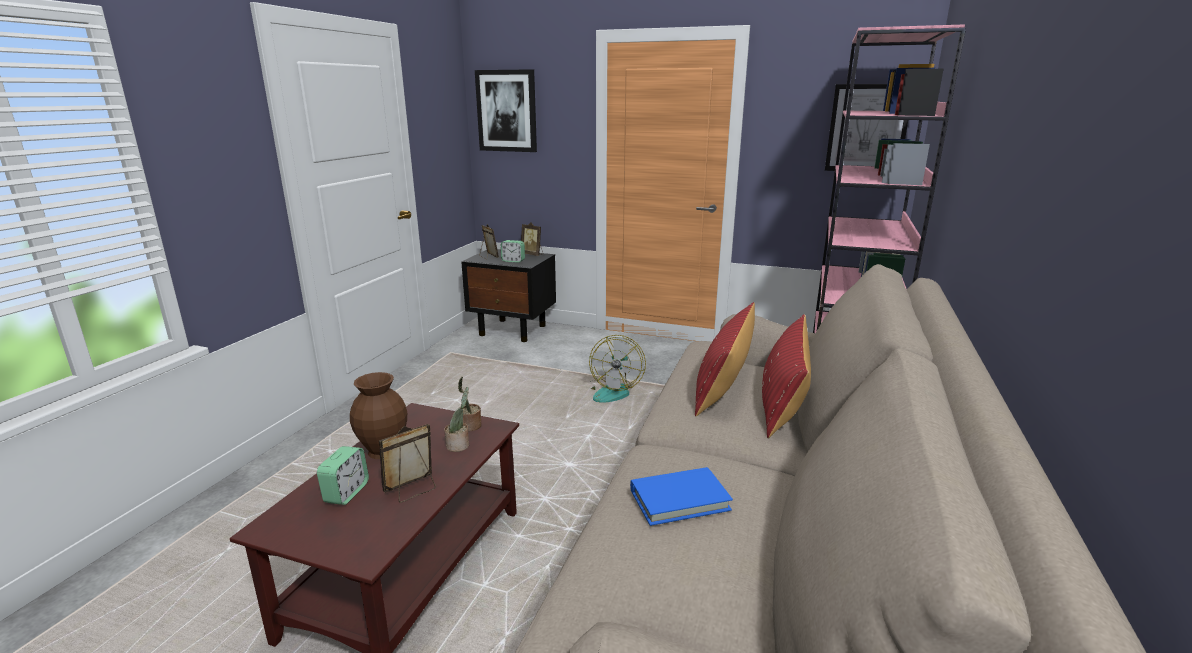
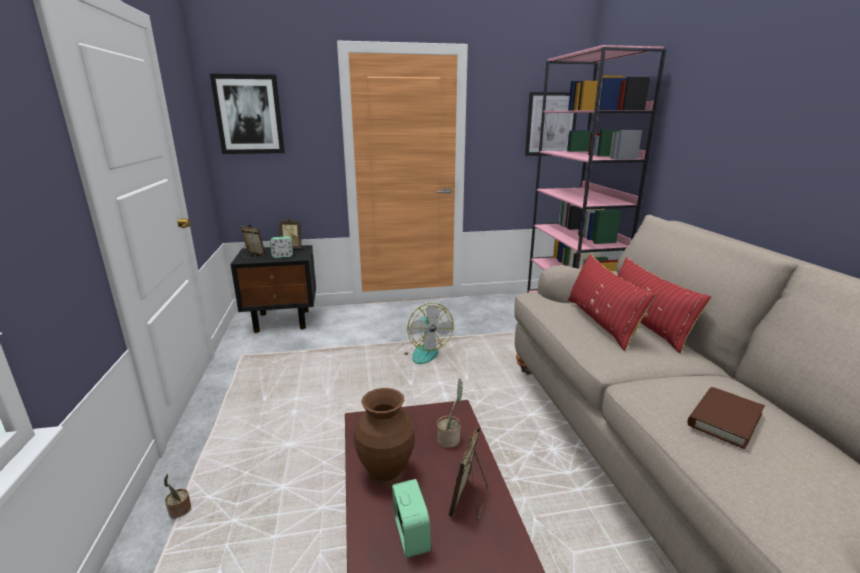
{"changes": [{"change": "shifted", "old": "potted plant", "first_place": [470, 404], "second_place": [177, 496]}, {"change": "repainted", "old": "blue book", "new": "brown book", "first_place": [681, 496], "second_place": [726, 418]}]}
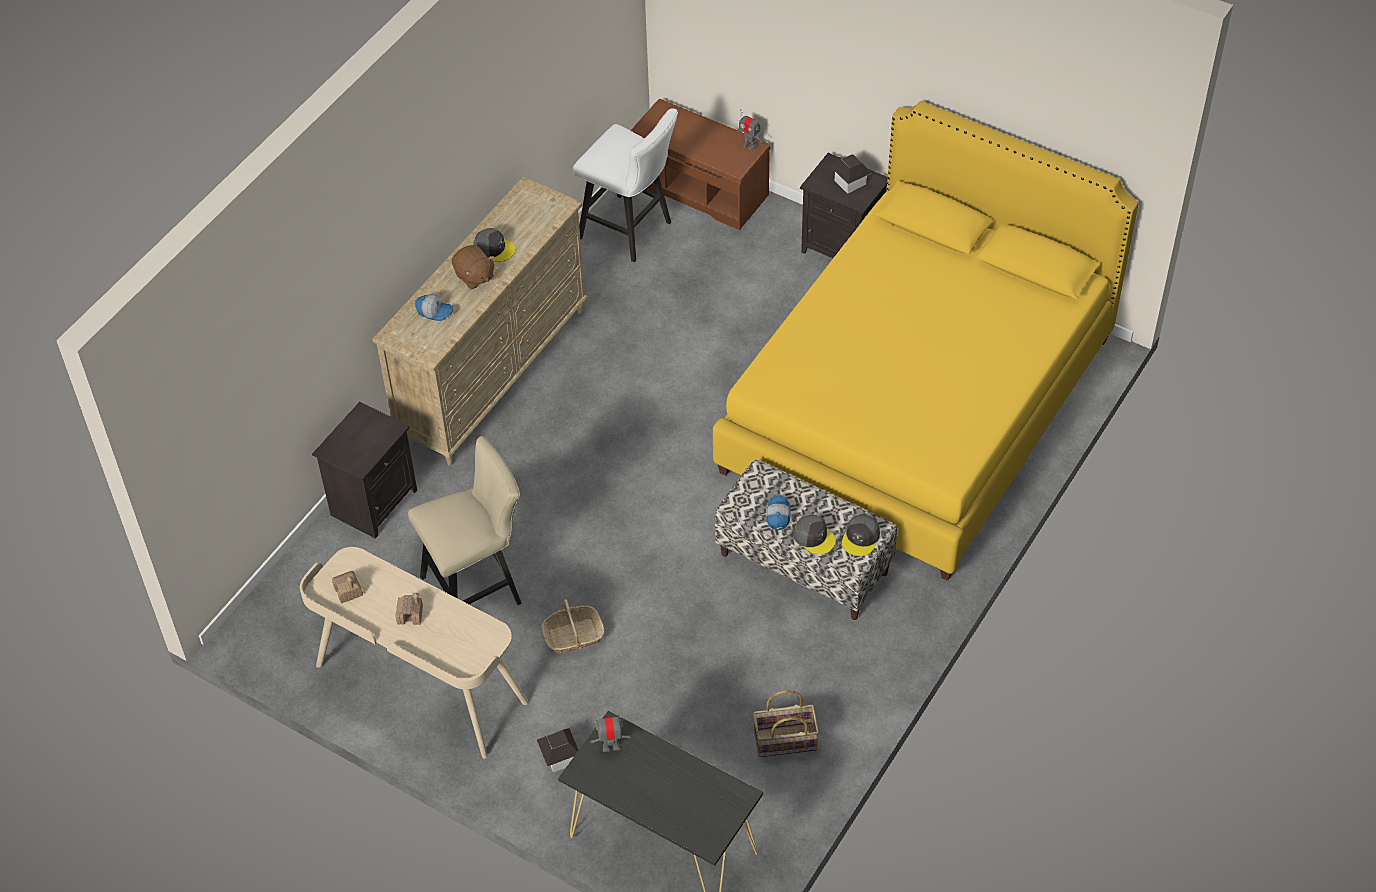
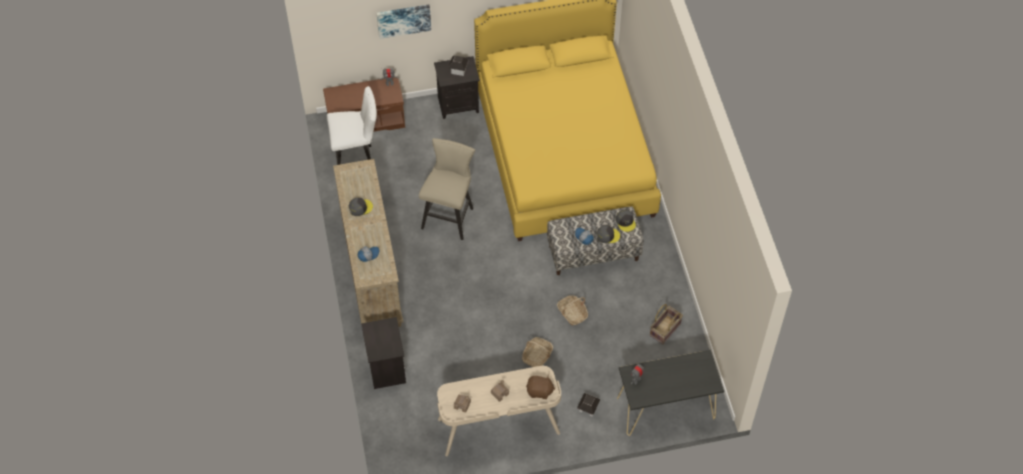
{"changes": [{"change": "shifted", "old": "brown plush toy", "first_place": [473, 267], "second_place": [540, 387]}, {"change": "shifted", "old": "beige stool", "first_place": [465, 520], "second_place": [447, 189]}, {"change": "new", "new": "picture", "second_place": [403, 22]}, {"change": "new", "new": "basket", "second_place": [572, 310]}]}
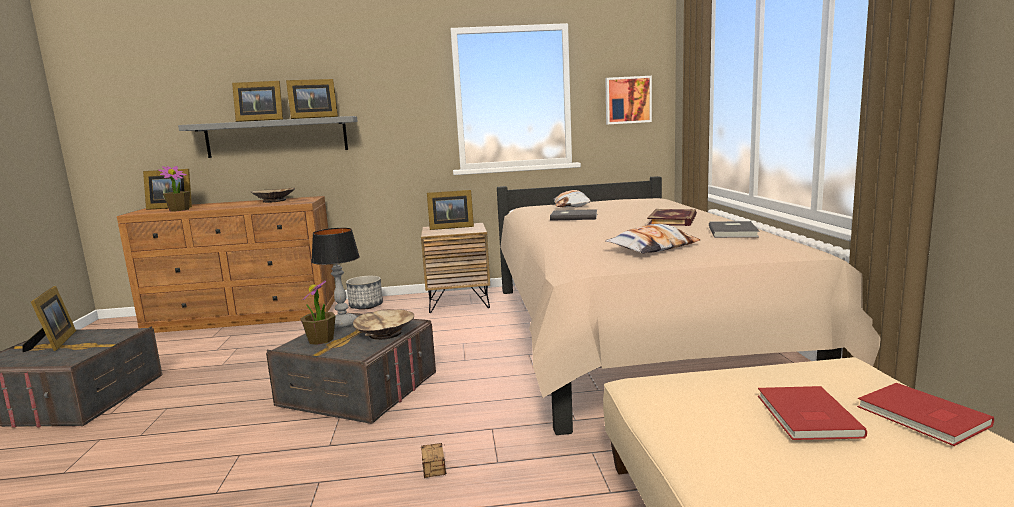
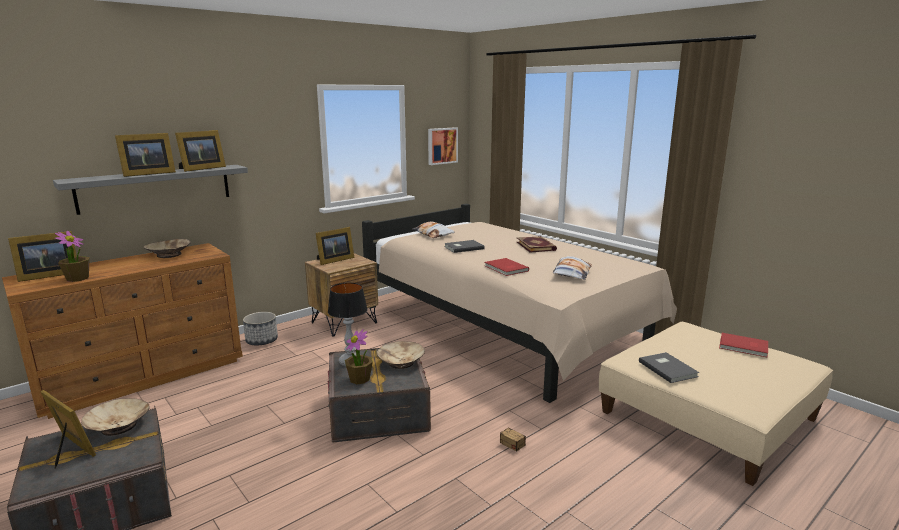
{"changes": [{"change": "shifted", "old": "grey book", "first_place": [734, 229], "second_place": [669, 367]}, {"change": "shifted", "old": "red book", "first_place": [812, 413], "second_place": [506, 267]}, {"change": "new", "new": "beige bowl", "second_place": [115, 417]}]}
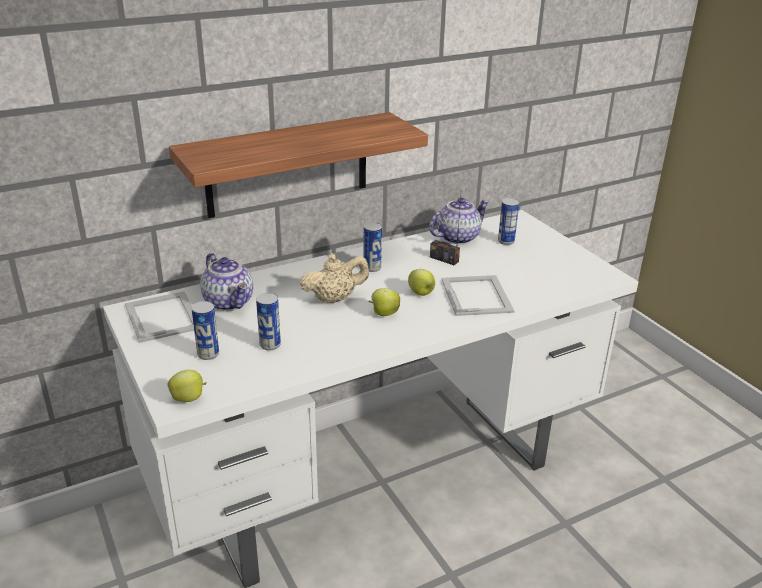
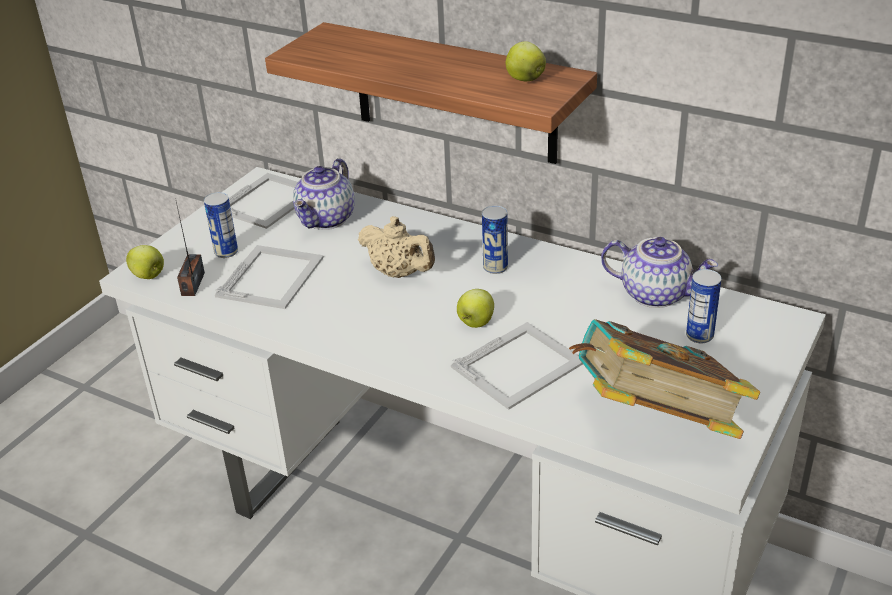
{"changes": [{"change": "shifted", "old": "radio", "first_place": [445, 231], "second_place": [190, 247]}, {"change": "shifted", "old": "apple", "first_place": [384, 302], "second_place": [526, 61]}, {"change": "swapped", "old": "can", "new": "picture frame", "first_place": [268, 321], "second_place": [269, 277]}, {"change": "new", "new": "book", "second_place": [664, 379]}]}
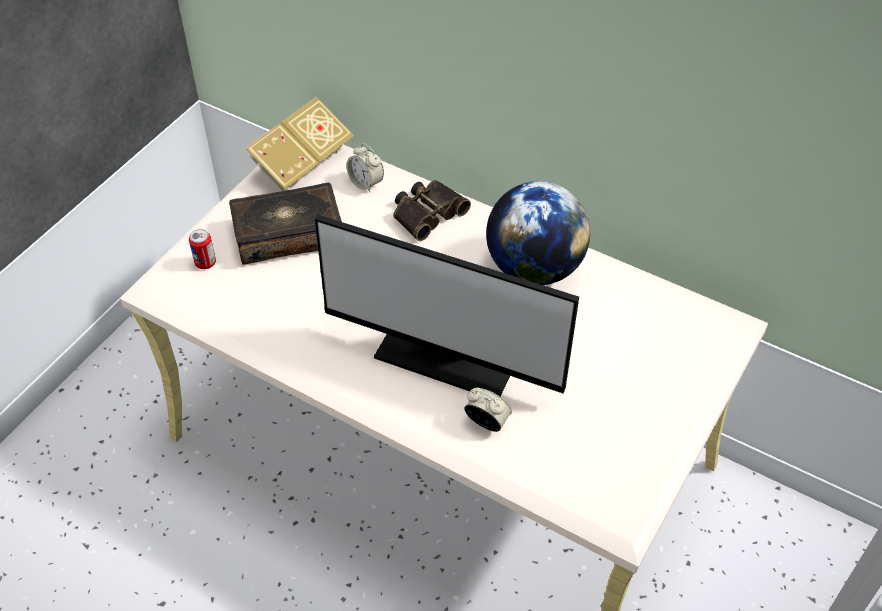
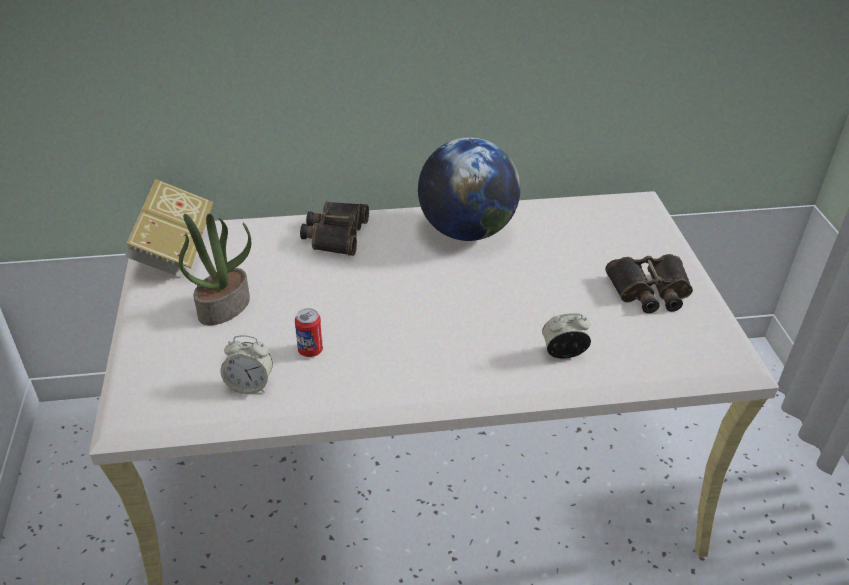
{"changes": [{"change": "shifted", "old": "alarm clock", "first_place": [365, 167], "second_place": [247, 364]}, {"change": "swapped", "old": "book", "new": "potted plant", "first_place": [285, 223], "second_place": [215, 269]}, {"change": "gone", "old": "monitor", "first_place": [447, 305]}, {"change": "shifted", "old": "can", "first_place": [202, 249], "second_place": [309, 332]}, {"change": "new", "new": "binoculars", "second_place": [649, 283]}]}
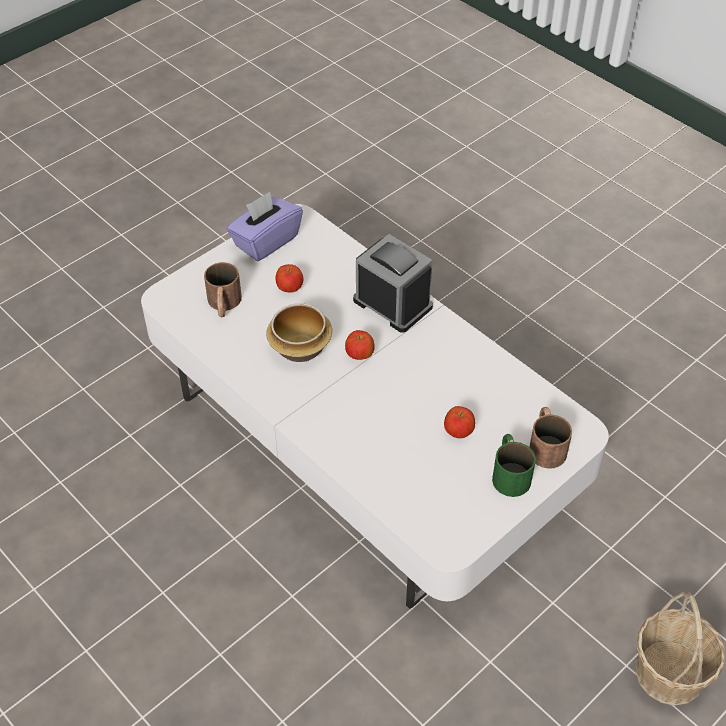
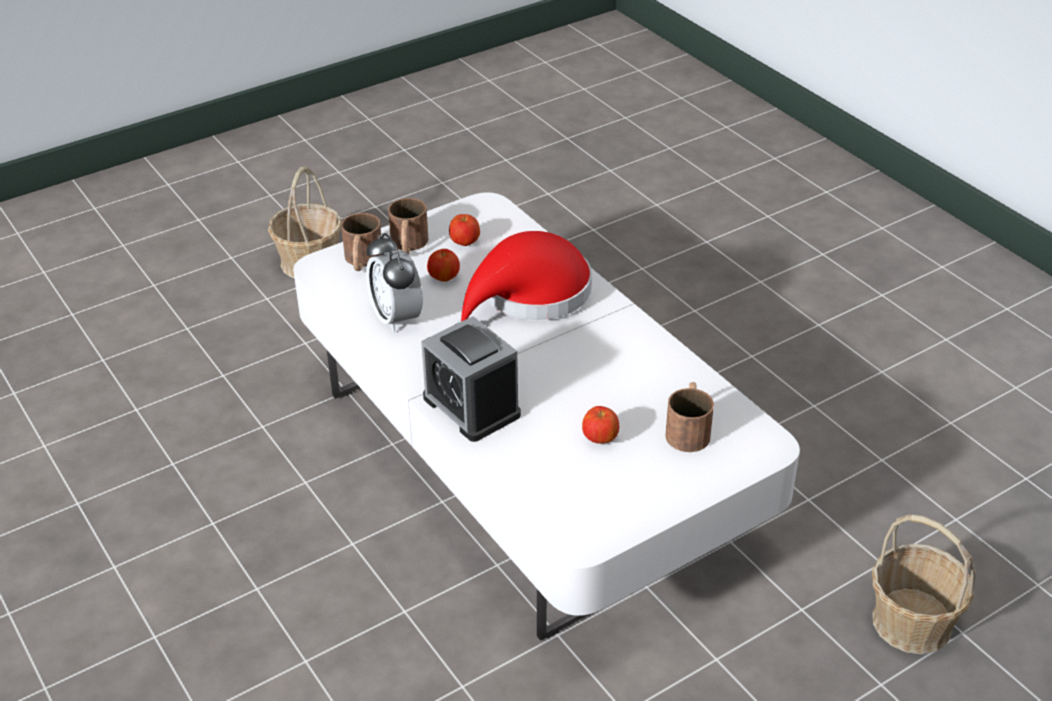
{"changes": [{"change": "gone", "old": "purple tissue box", "first_place": [264, 226]}, {"change": "gone", "old": "bowl", "first_place": [299, 332]}, {"change": "shifted", "old": "apple", "first_place": [360, 345], "second_place": [464, 230]}, {"change": "repainted", "old": "green mug", "new": "brown mug", "first_place": [514, 465], "second_place": [408, 226]}, {"change": "new", "new": "red hat", "second_place": [524, 277]}, {"change": "new", "new": "alarm clock", "second_place": [394, 283]}, {"change": "new", "new": "basket", "second_place": [924, 584]}]}
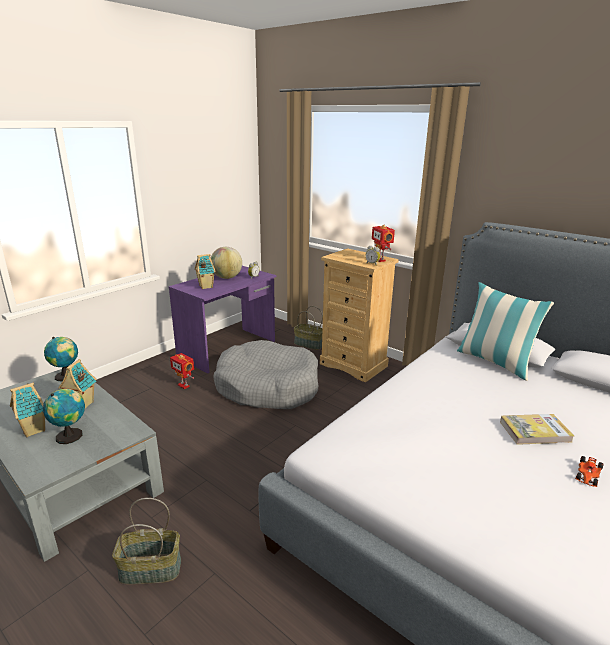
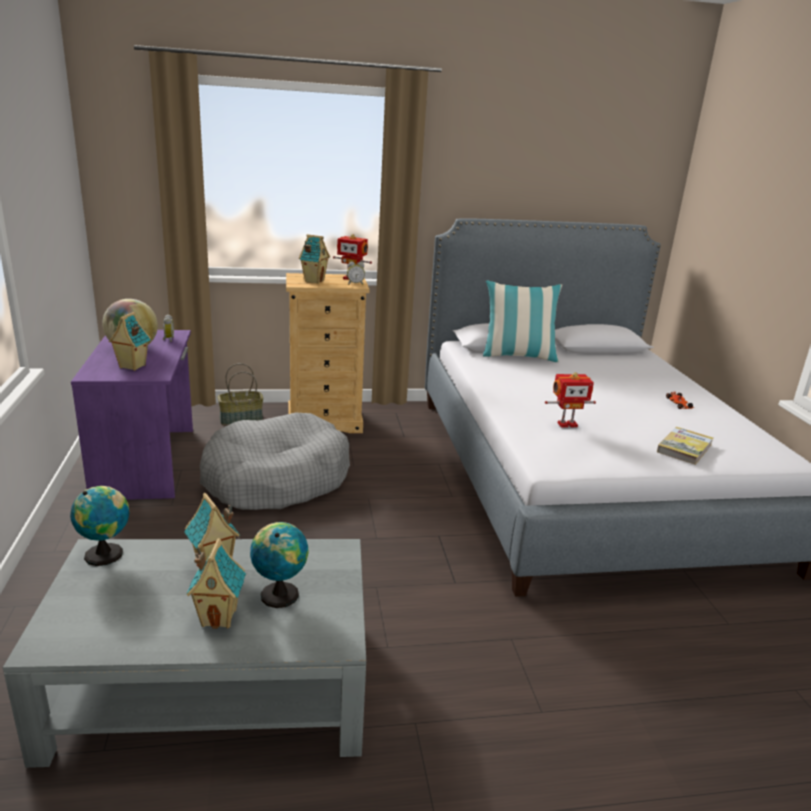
{"changes": [{"change": "shifted", "old": "toy robot", "first_place": [182, 371], "second_place": [570, 400]}, {"change": "shifted", "old": "book", "first_place": [537, 429], "second_place": [685, 446]}, {"change": "gone", "old": "basket", "first_place": [146, 541]}, {"change": "new", "new": "toy house", "second_place": [314, 259]}]}
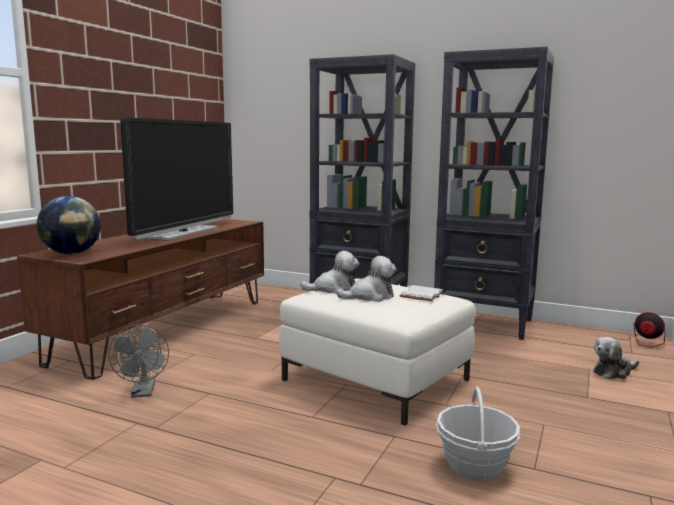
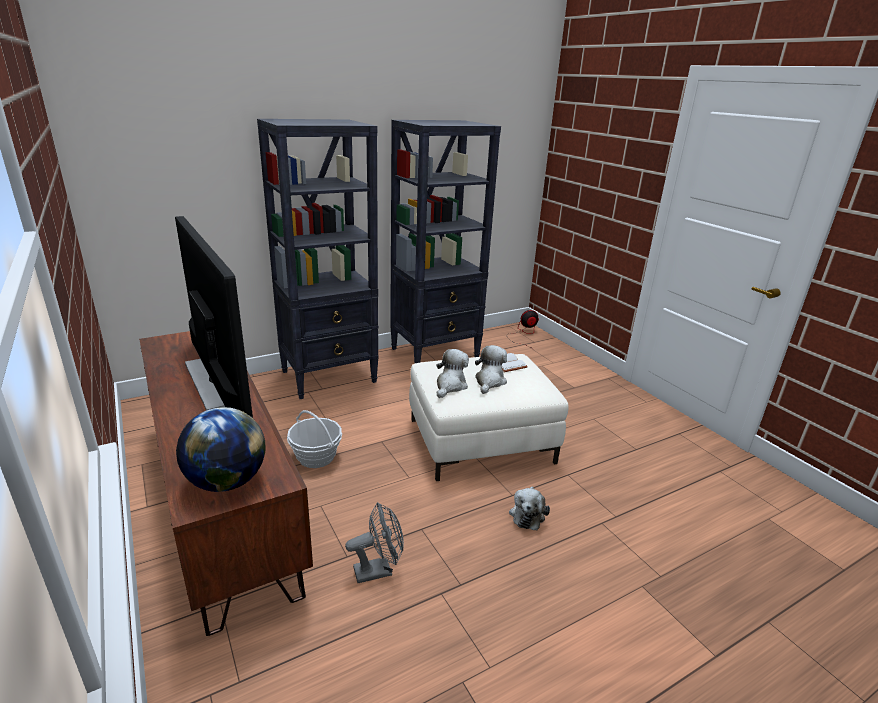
{"changes": [{"change": "rotated", "old": "grey fan", "first_place": [138, 361], "second_place": [374, 542], "degrees": -45}, {"change": "shifted", "old": "plush toy", "first_place": [616, 358], "second_place": [529, 508]}, {"change": "shifted", "old": "basket", "first_place": [478, 434], "second_place": [314, 439]}]}
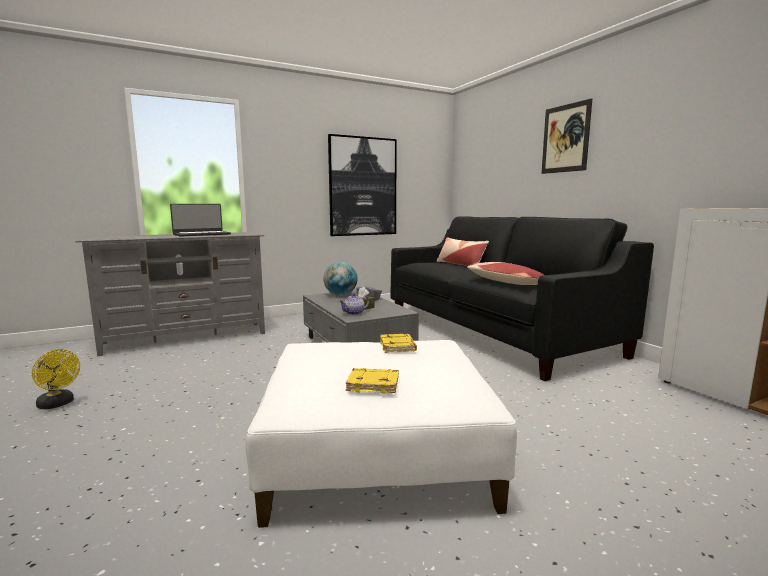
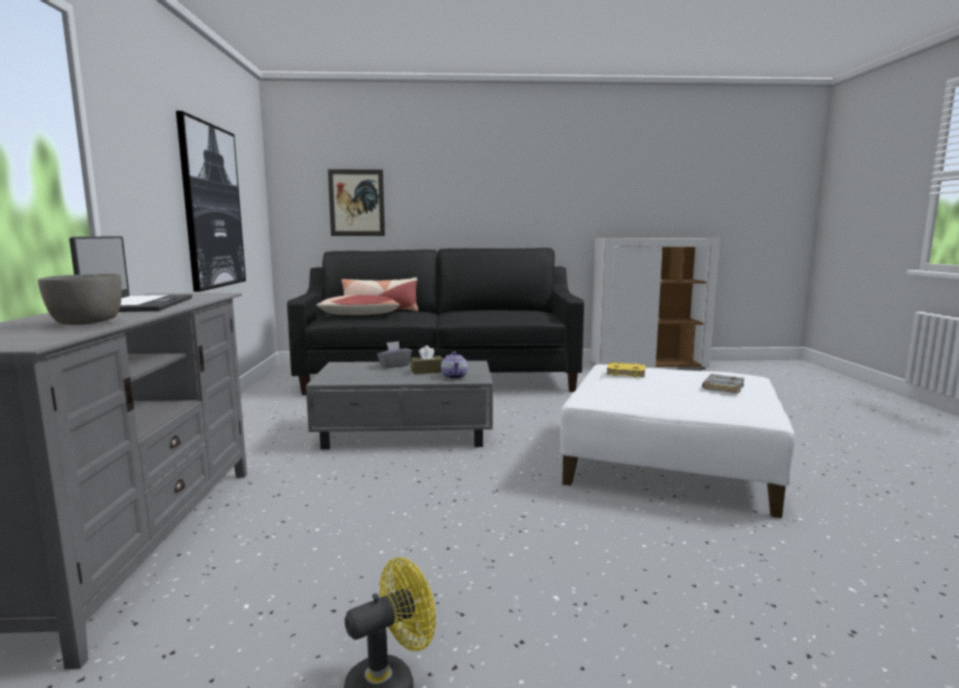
{"changes": [{"change": "shifted", "old": "picture", "first_place": [566, 136], "second_place": [356, 202]}, {"change": "gone", "old": "globe", "first_place": [340, 279]}, {"change": "shifted", "old": "pillow", "first_place": [505, 273], "second_place": [358, 305]}, {"change": "repainted", "old": "yellow book", "new": "grey book", "first_place": [372, 381], "second_place": [723, 384]}, {"change": "new", "new": "grey bowl", "second_place": [80, 299]}]}
